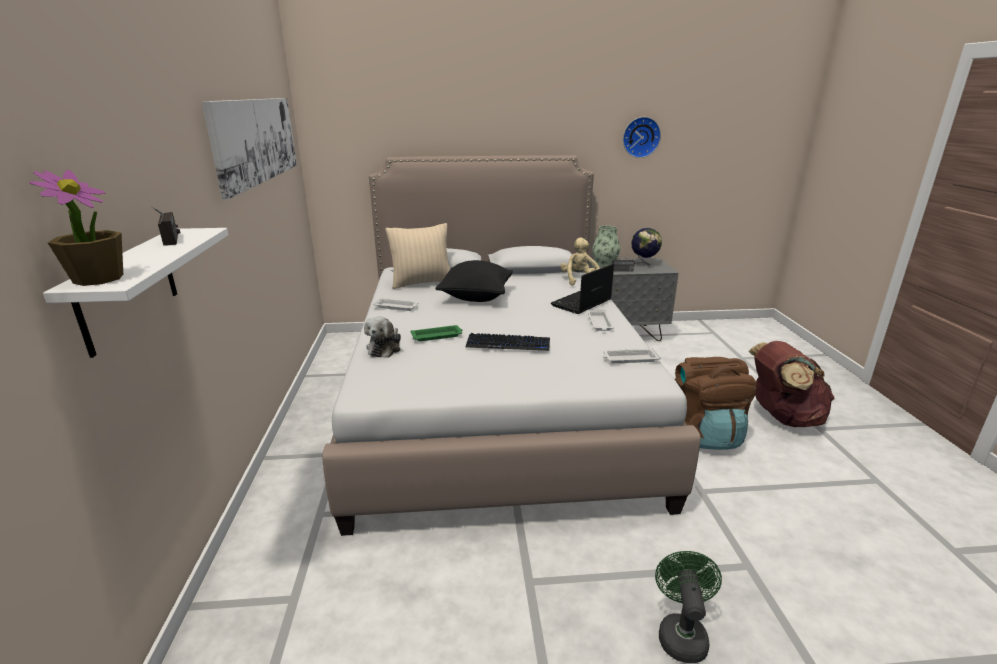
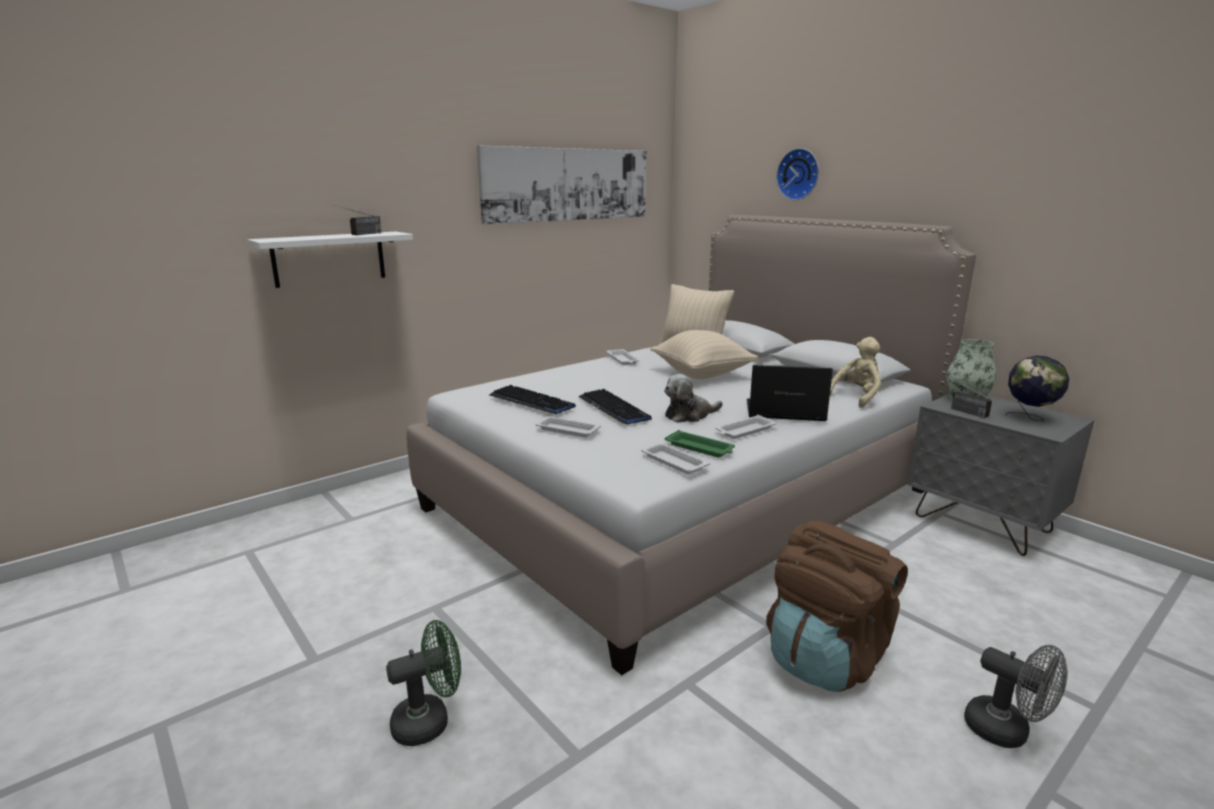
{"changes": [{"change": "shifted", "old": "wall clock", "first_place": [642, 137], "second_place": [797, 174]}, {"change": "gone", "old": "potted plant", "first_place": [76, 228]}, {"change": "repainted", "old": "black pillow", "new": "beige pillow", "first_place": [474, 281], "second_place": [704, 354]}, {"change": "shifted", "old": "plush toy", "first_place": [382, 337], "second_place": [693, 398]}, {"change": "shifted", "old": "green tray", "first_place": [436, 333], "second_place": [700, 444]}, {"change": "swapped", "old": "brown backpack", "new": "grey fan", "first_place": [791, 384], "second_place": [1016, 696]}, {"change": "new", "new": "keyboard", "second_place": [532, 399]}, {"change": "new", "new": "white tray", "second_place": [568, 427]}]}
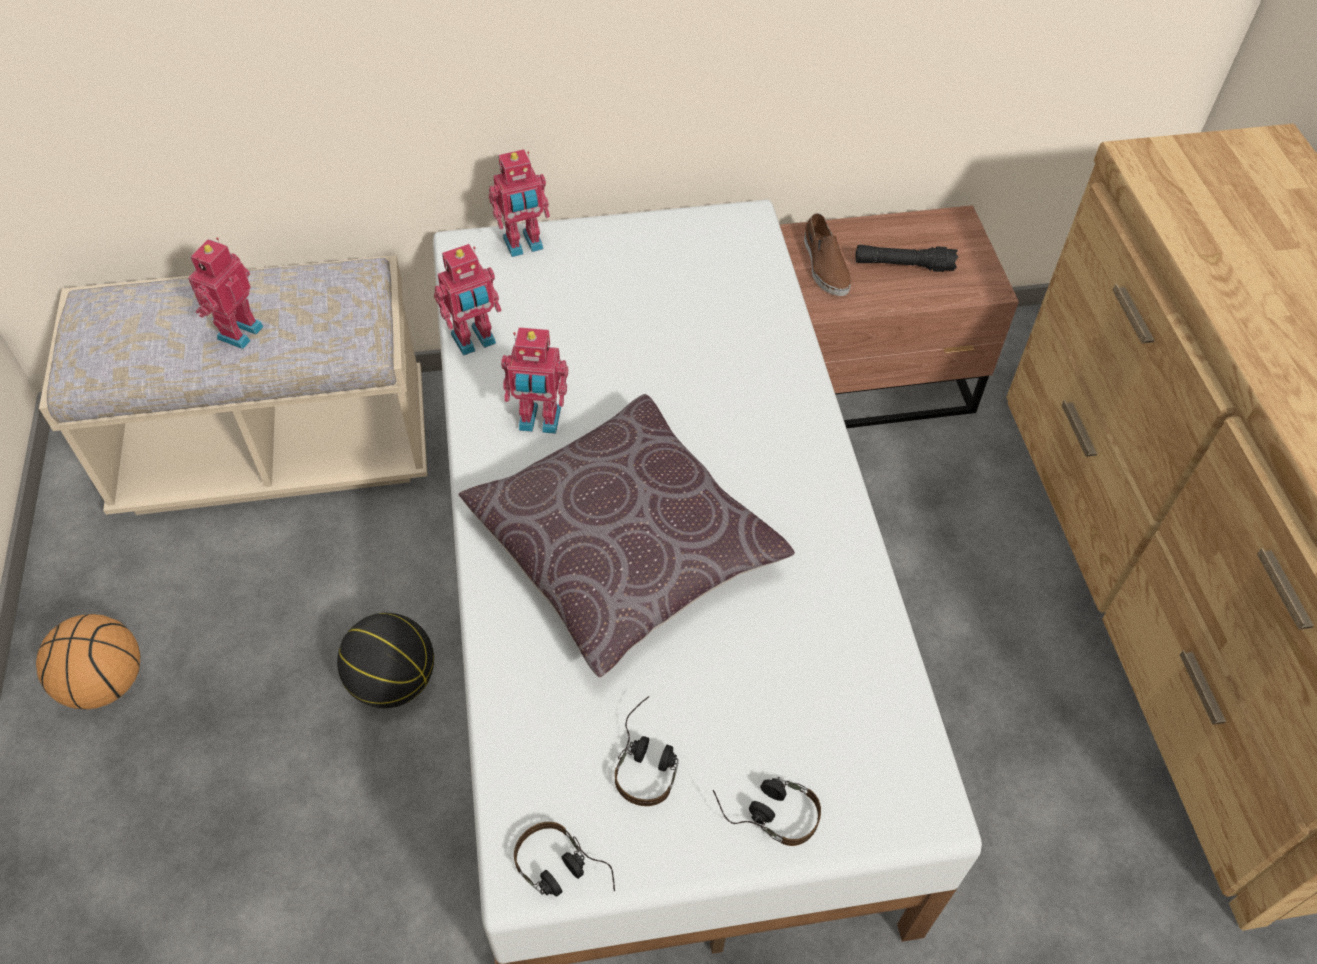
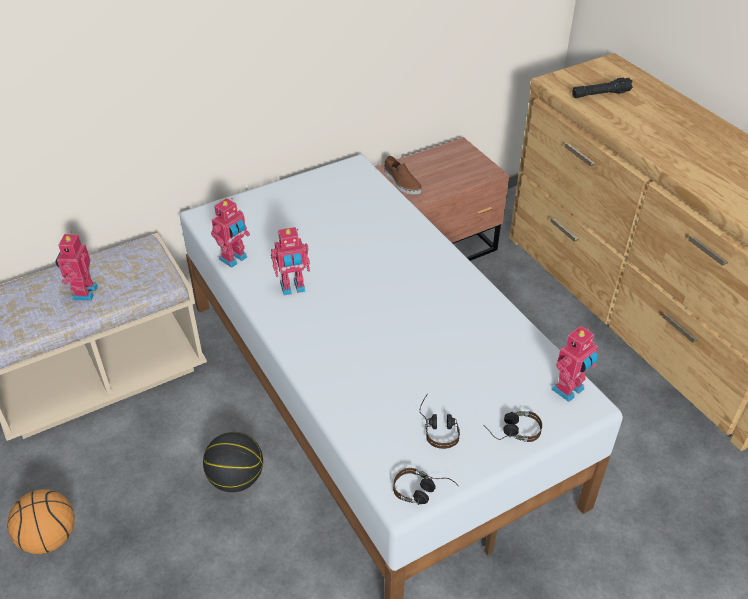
{"changes": [{"change": "shifted", "old": "toy robot", "first_place": [519, 203], "second_place": [574, 364]}, {"change": "shifted", "old": "black flashlight", "first_place": [906, 258], "second_place": [602, 88]}, {"change": "gone", "old": "brown pillow", "first_place": [626, 536]}]}
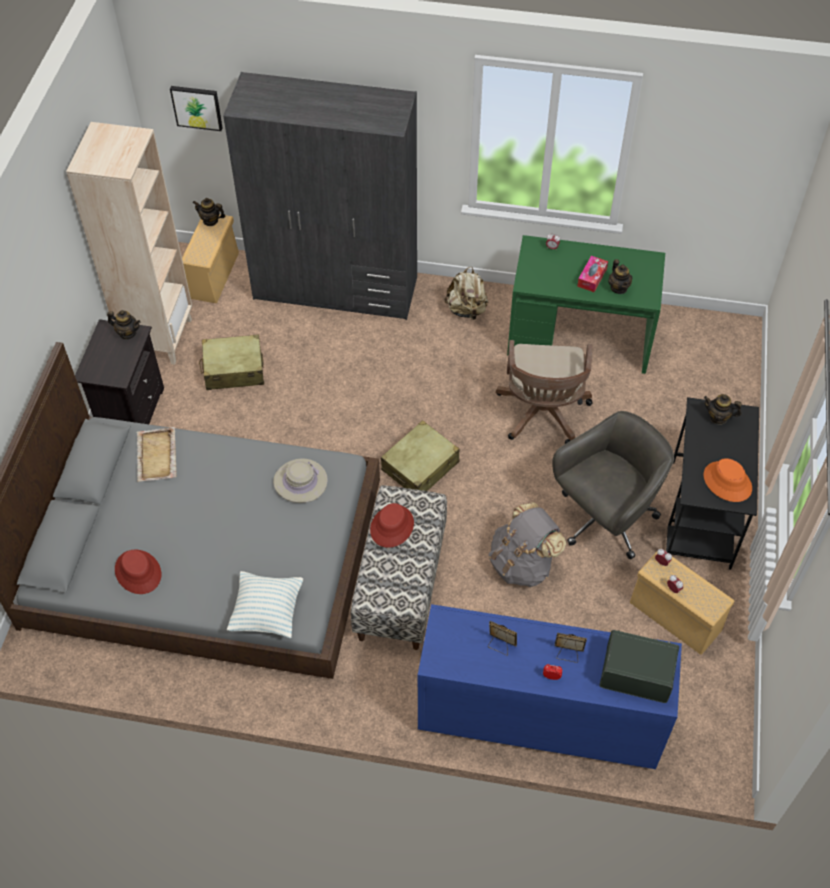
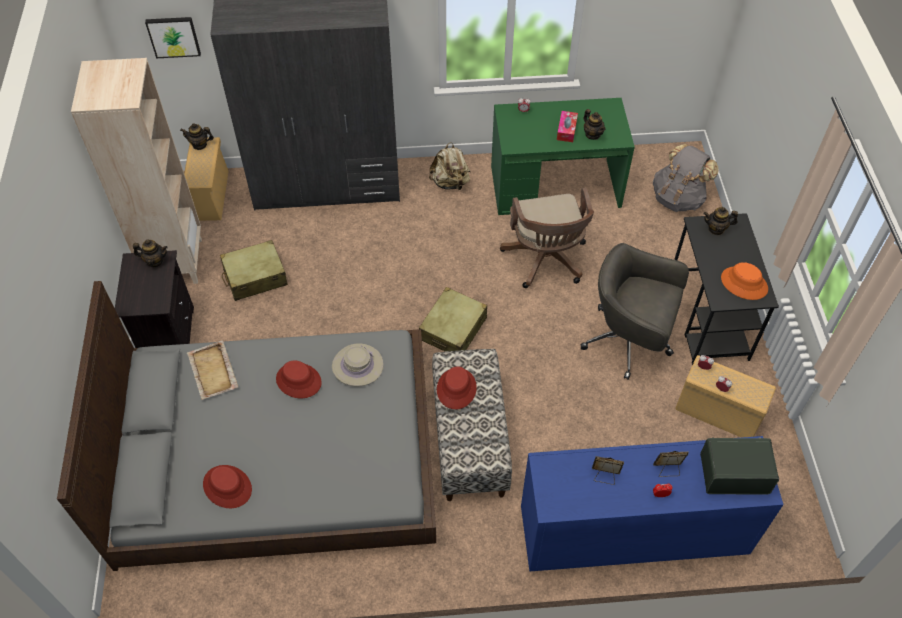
{"changes": [{"change": "rotated", "old": "grey office chair", "first_place": [613, 485], "second_place": [635, 311], "degrees": -105}, {"change": "shifted", "old": "grey backpack", "first_place": [527, 545], "second_place": [686, 178]}, {"change": "gone", "old": "pillow", "first_place": [265, 604]}, {"change": "new", "new": "red hat", "second_place": [299, 379]}]}
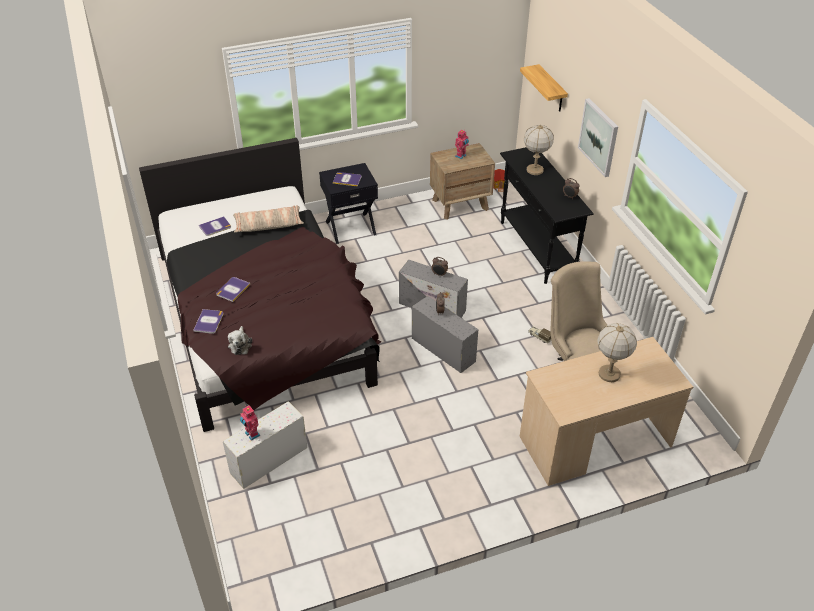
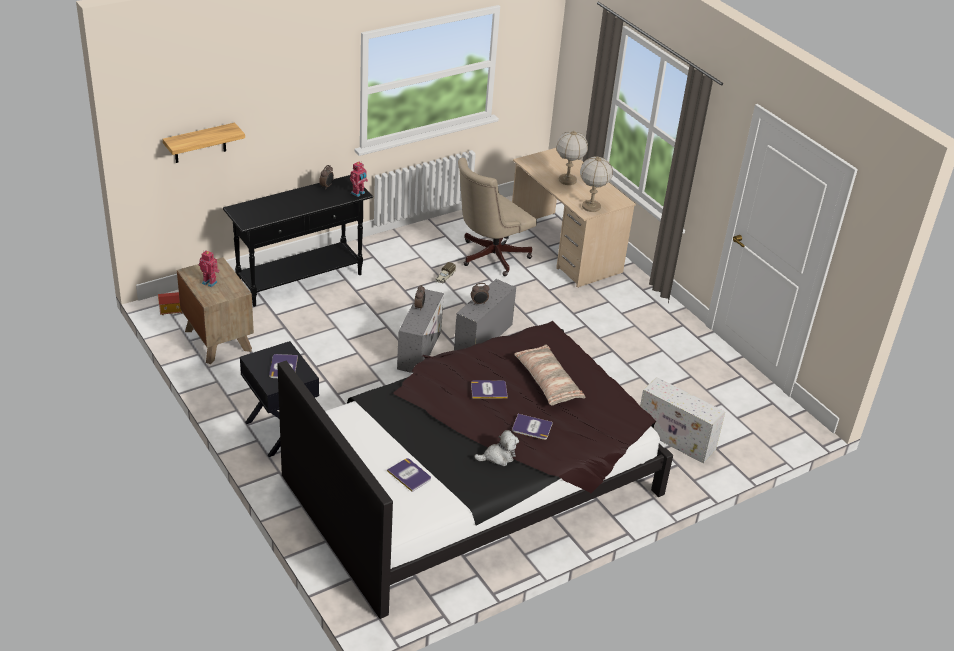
{"changes": [{"change": "gone", "old": "picture", "first_place": [598, 137]}, {"change": "shifted", "old": "table lamp", "first_place": [539, 150], "second_place": [596, 184]}, {"change": "shifted", "old": "pillow", "first_place": [268, 218], "second_place": [550, 375]}, {"change": "shifted", "old": "book", "first_place": [208, 321], "second_place": [489, 389]}, {"change": "shifted", "old": "plush toy", "first_place": [240, 340], "second_place": [496, 448]}, {"change": "shifted", "old": "toy robot", "first_place": [250, 423], "second_place": [359, 179]}]}
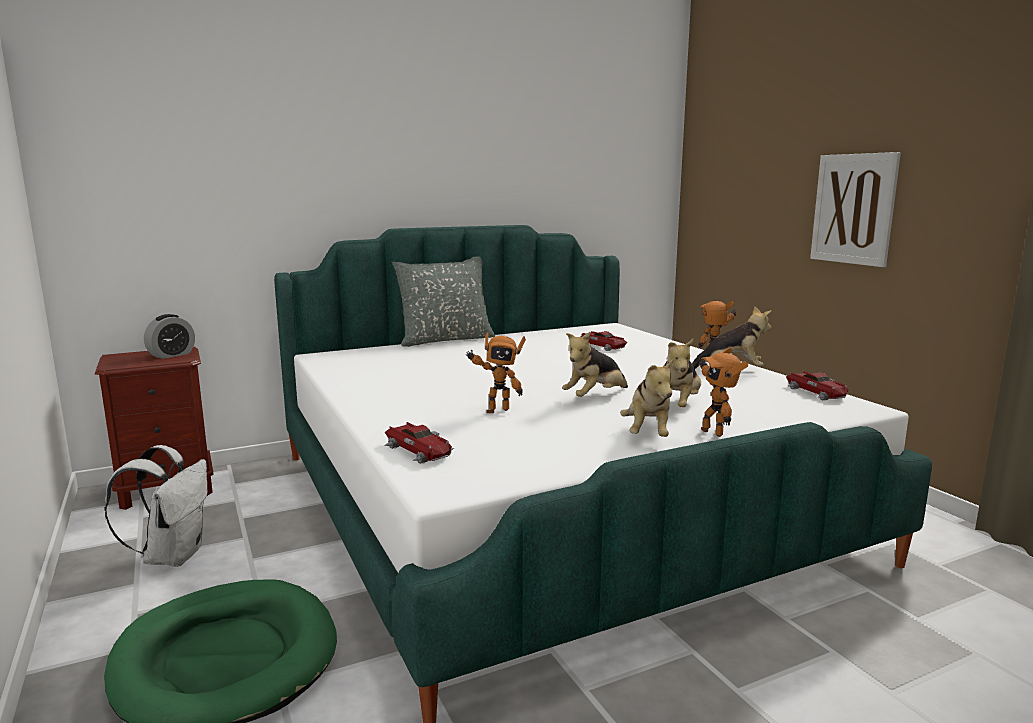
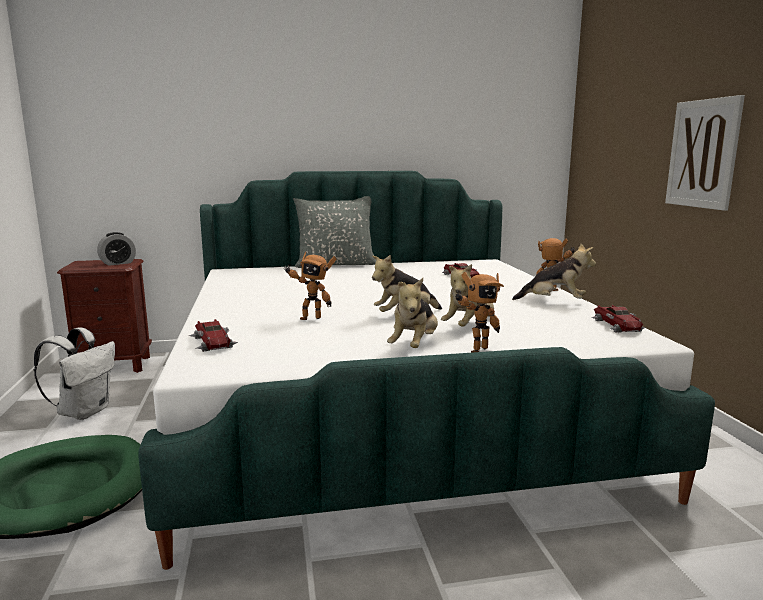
{"changes": [{"change": "rotated", "old": "toy robot", "first_place": [724, 392], "second_place": [479, 312], "degrees": -120}]}
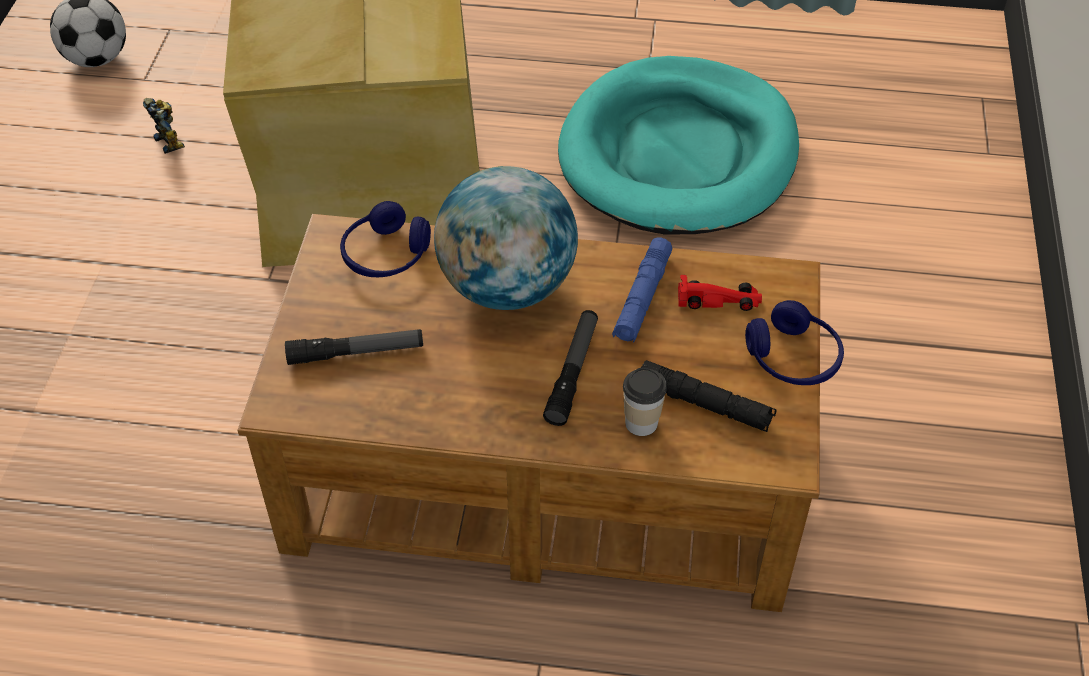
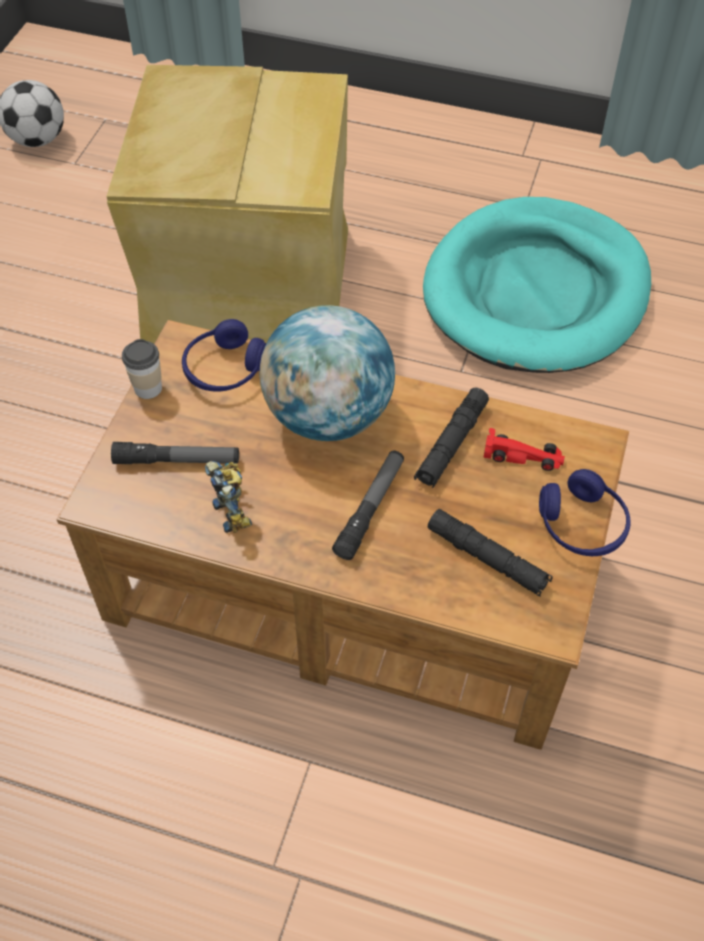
{"changes": [{"change": "shifted", "old": "toy robot", "first_place": [164, 126], "second_place": [228, 497]}, {"change": "repainted", "old": "blue flashlight", "new": "black flashlight", "first_place": [642, 290], "second_place": [451, 438]}, {"change": "shifted", "old": "cup", "first_place": [645, 401], "second_place": [142, 369]}]}
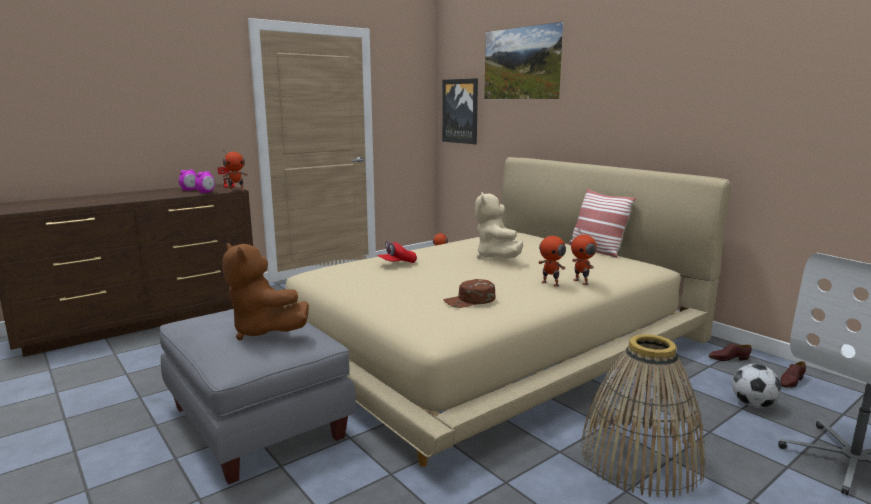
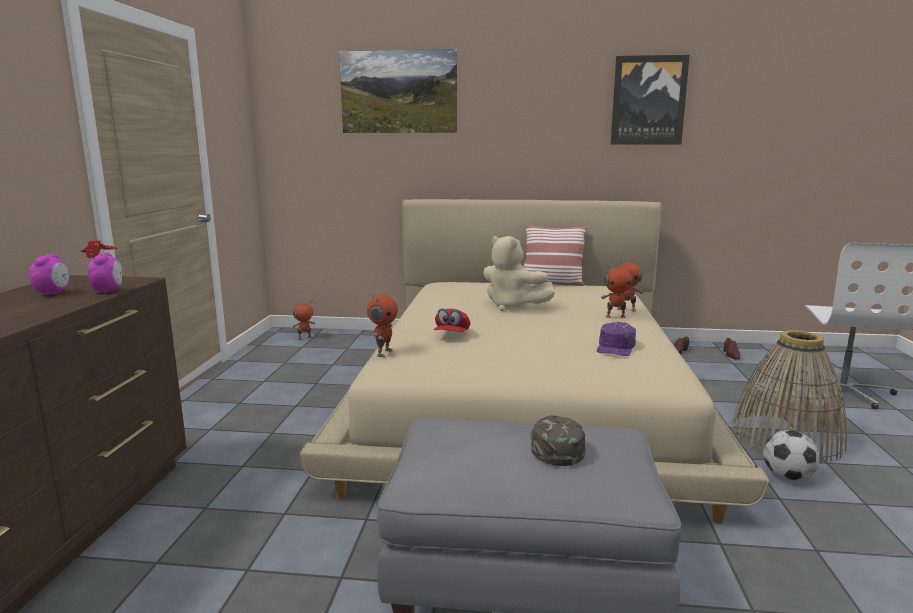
{"changes": [{"change": "shifted", "old": "picture", "first_place": [460, 111], "second_place": [650, 100]}, {"change": "shifted", "old": "toy robot", "first_place": [234, 170], "second_place": [382, 325]}, {"change": "swapped", "old": "brown plush toy", "new": "green cap", "first_place": [265, 291], "second_place": [558, 440]}, {"change": "repainted", "old": "brown cap", "new": "purple cap", "first_place": [469, 293], "second_place": [616, 339]}, {"change": "shifted", "old": "football", "first_place": [756, 386], "second_place": [791, 455]}]}
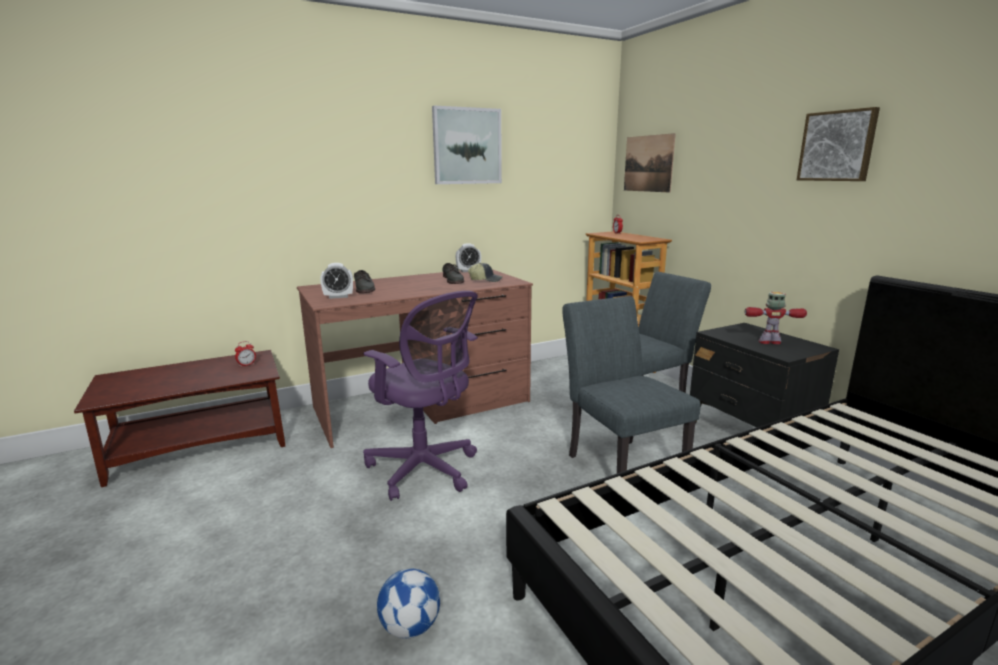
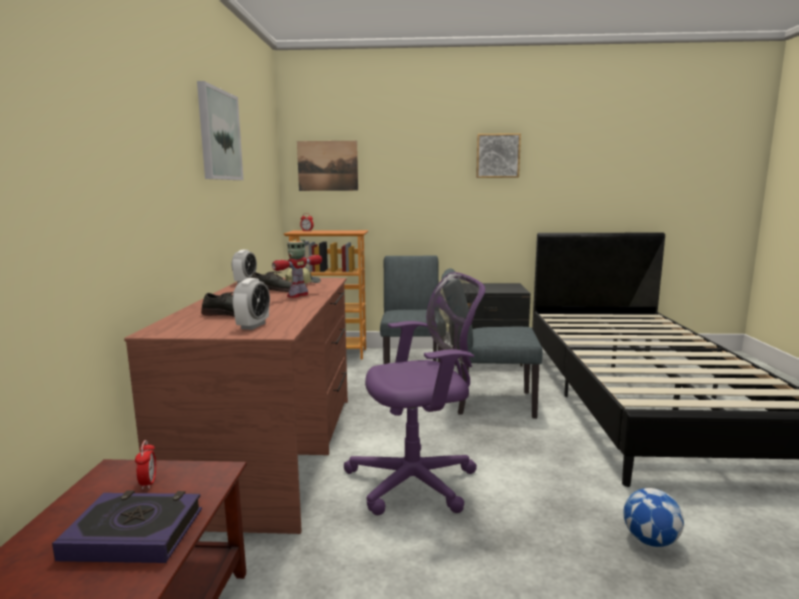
{"changes": [{"change": "shifted", "old": "toy robot", "first_place": [775, 318], "second_place": [297, 269]}, {"change": "new", "new": "book", "second_place": [127, 527]}]}
